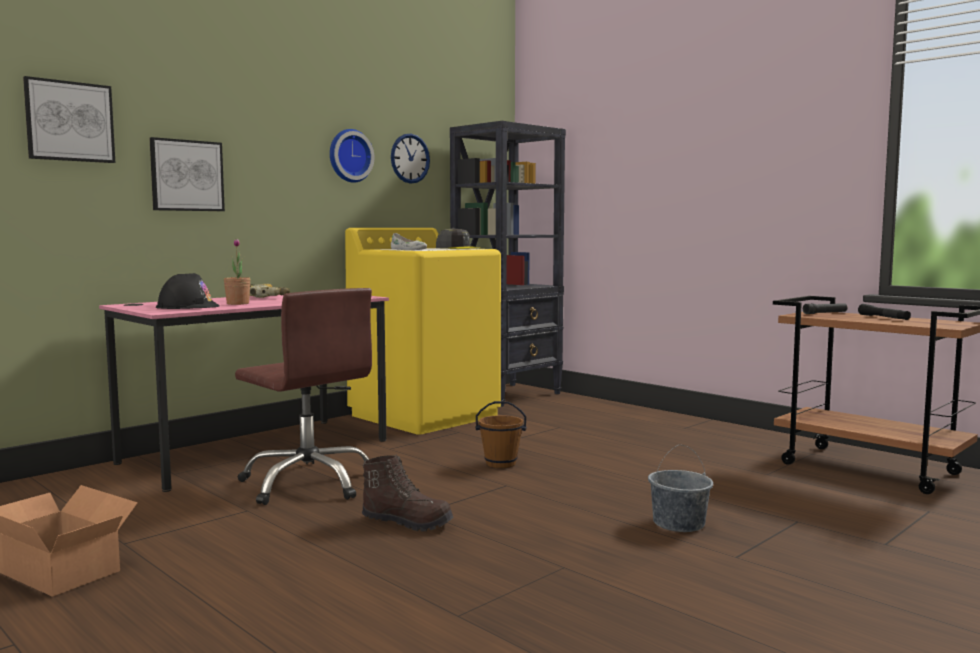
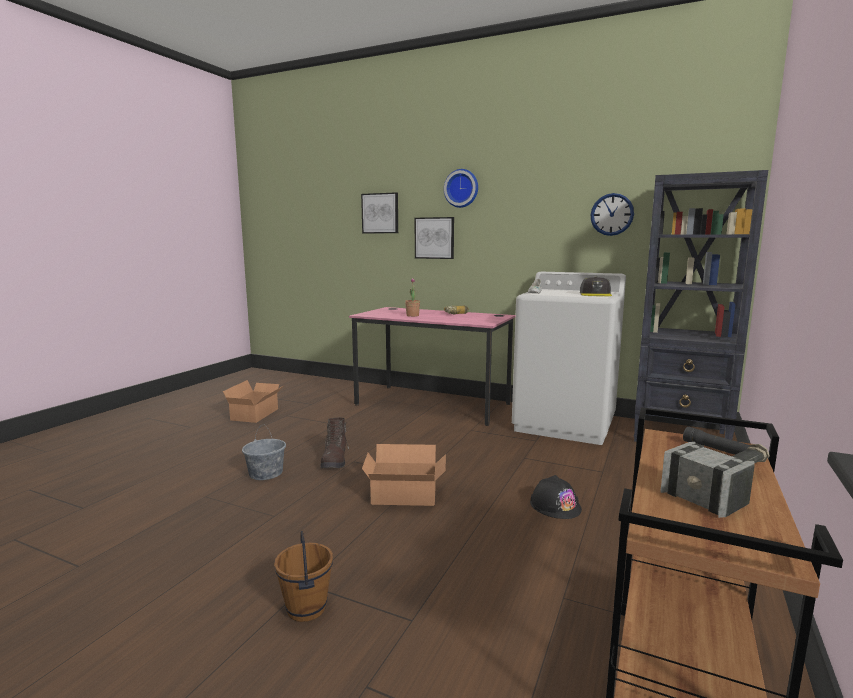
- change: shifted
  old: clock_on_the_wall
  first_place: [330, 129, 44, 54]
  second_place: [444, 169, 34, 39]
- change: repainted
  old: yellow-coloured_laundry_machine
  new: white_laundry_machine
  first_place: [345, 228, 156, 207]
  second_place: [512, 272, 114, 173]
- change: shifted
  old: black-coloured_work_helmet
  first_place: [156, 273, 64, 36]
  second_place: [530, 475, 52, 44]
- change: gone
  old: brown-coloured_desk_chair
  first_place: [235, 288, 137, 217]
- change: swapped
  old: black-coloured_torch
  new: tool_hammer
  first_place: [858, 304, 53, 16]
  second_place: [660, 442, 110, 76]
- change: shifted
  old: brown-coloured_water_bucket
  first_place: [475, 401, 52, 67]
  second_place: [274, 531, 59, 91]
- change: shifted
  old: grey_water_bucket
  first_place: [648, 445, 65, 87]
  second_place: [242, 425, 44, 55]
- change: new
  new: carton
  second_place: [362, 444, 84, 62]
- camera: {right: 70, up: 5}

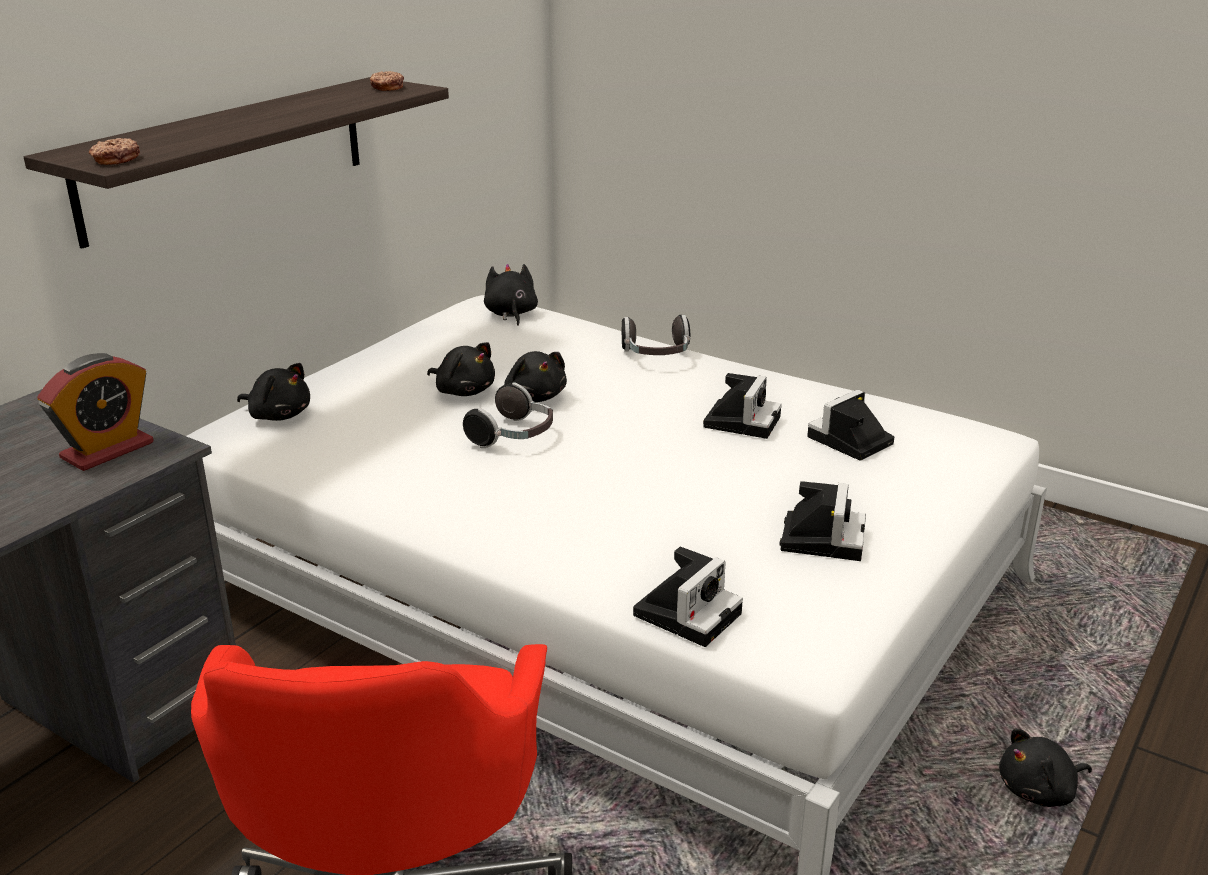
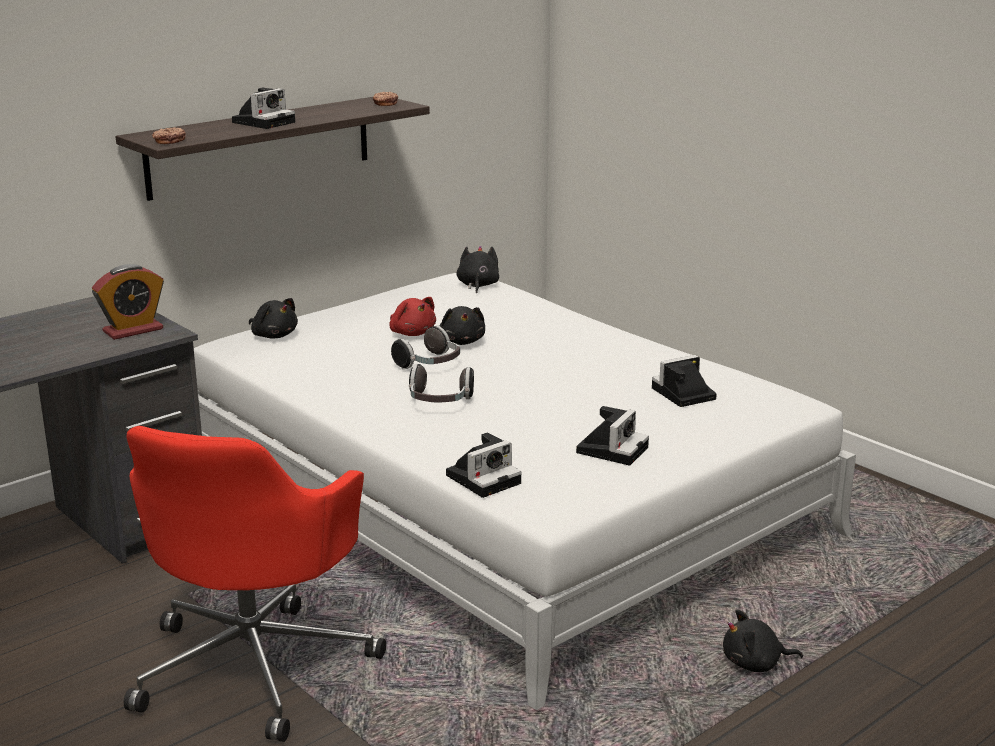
- change: shifted
  old: headphones
  first_place: [622, 315, 68, 40]
  second_place: [409, 364, 65, 38]
- change: repainted
  old: black-coloured_plush_toy
  new: reddish_plush_toy
  first_place: [427, 342, 68, 54]
  second_place: [390, 297, 46, 39]
- change: shifted
  old: photo_camera
  first_place: [703, 373, 79, 66]
  second_place: [232, 88, 63, 41]
- camera: {right: 15, up: -5}

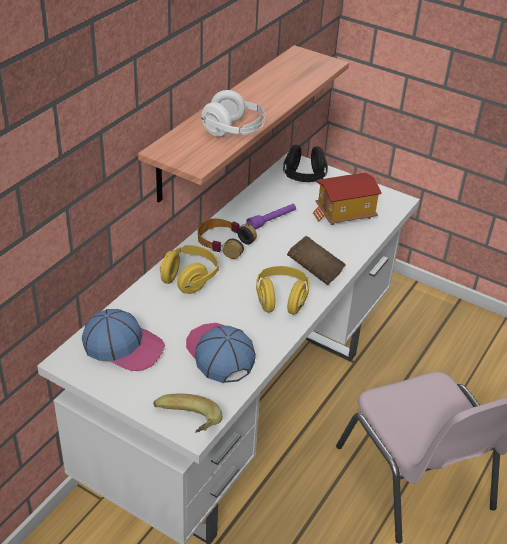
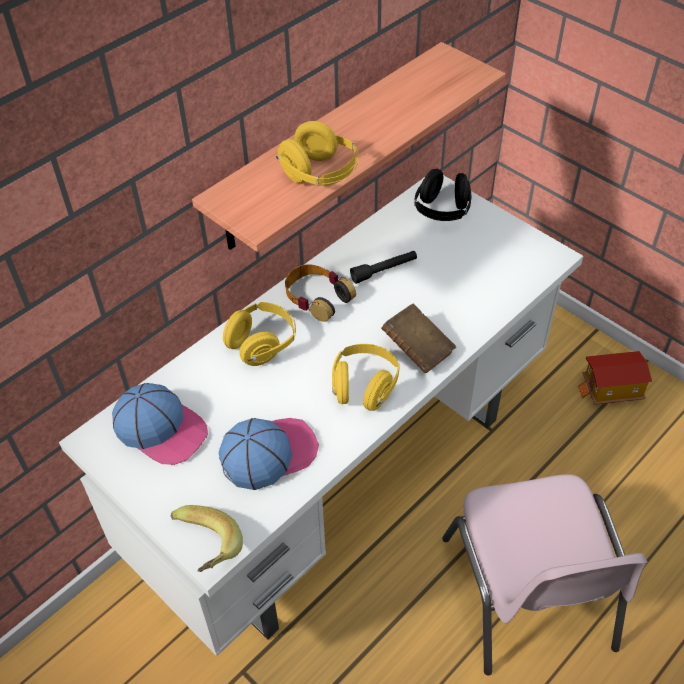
- change: repainted
  old: white_headphones
  new: yellow-coloured_headphones
  first_place: [201, 90, 65, 47]
  second_place: [276, 121, 83, 65]
- change: shifted
  old: toy_house
  first_place: [313, 172, 69, 53]
  second_place: [578, 351, 74, 54]
- change: repainted
  old: purple_torch
  new: black-coloured_torch
  first_place: [246, 204, 50, 26]
  second_place: [350, 251, 67, 33]
- change: rotated
  old: peaked_cap
  first_place: [186, 323, 70, 60]
  second_place: [219, 418, 100, 72]
  degrees: 75
- camera: {right: 15, up: 10}

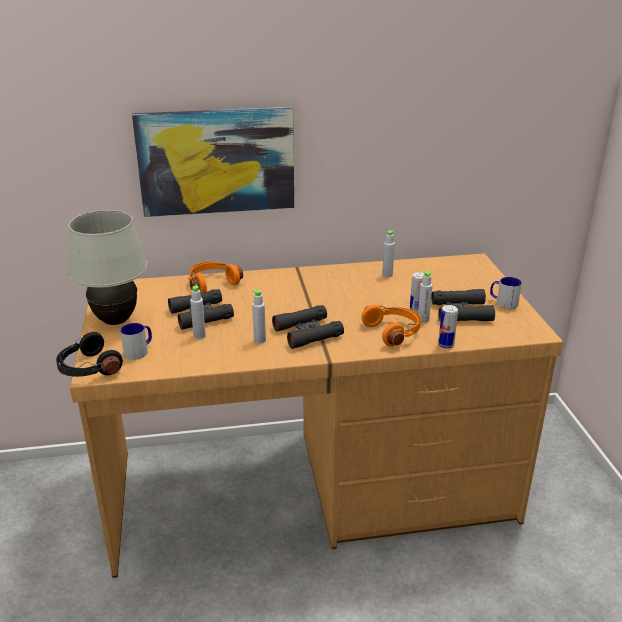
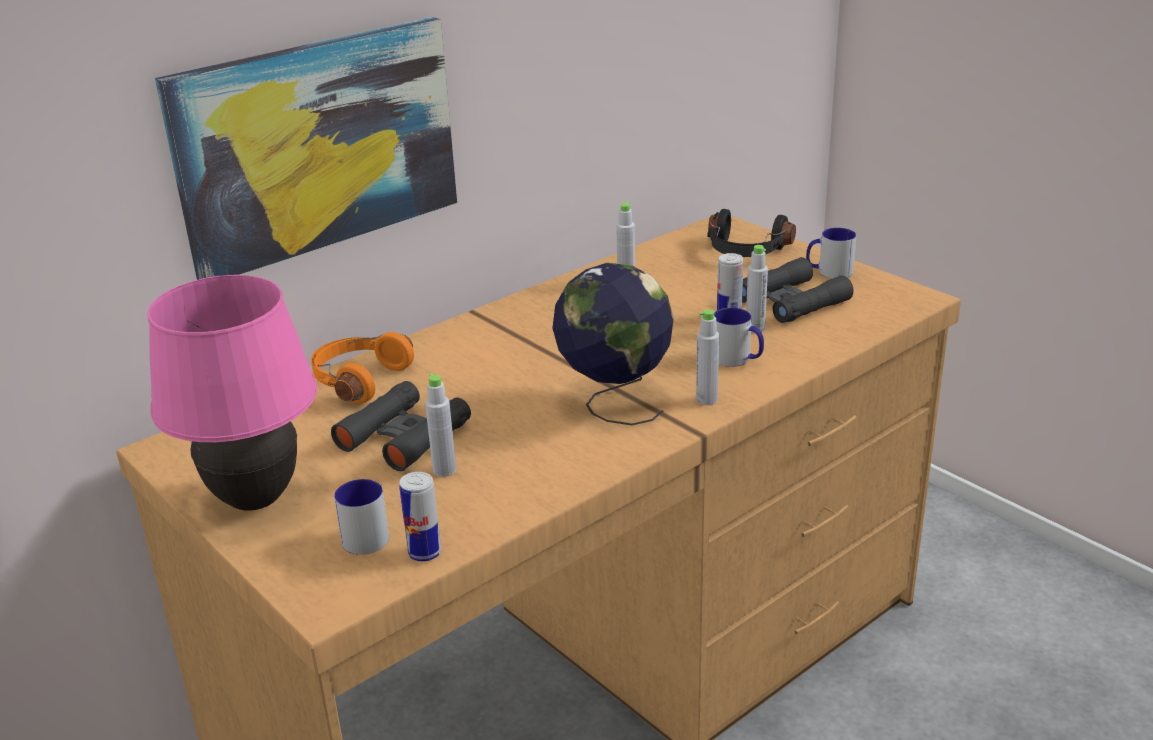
- change: repainted
  old: white_table_lamp
  new: pink-coloured_table_lamp
  first_place: [68, 210, 80, 115]
  second_place: [147, 275, 170, 236]
- change: shifted
  old: grey_drink_bottle
  first_place: [252, 290, 14, 54]
  second_place: [696, 309, 23, 96]
- change: swapped
  old: black-coloured_binoculars
  new: world_globe
  first_place: [272, 305, 72, 44]
  second_place: [552, 263, 122, 162]
- change: swapped
  old: orange_headphones
  new: coffee_mug
  first_place: [362, 305, 59, 41]
  second_place: [714, 308, 50, 59]
- change: shifted
  old: sealed_can
  first_place: [438, 305, 20, 43]
  second_place: [399, 472, 42, 90]
- change: shifted
  old: black-coloured_headphones
  first_place: [56, 332, 67, 45]
  second_place: [707, 209, 89, 48]
- camera: {right: -30, up: 0}

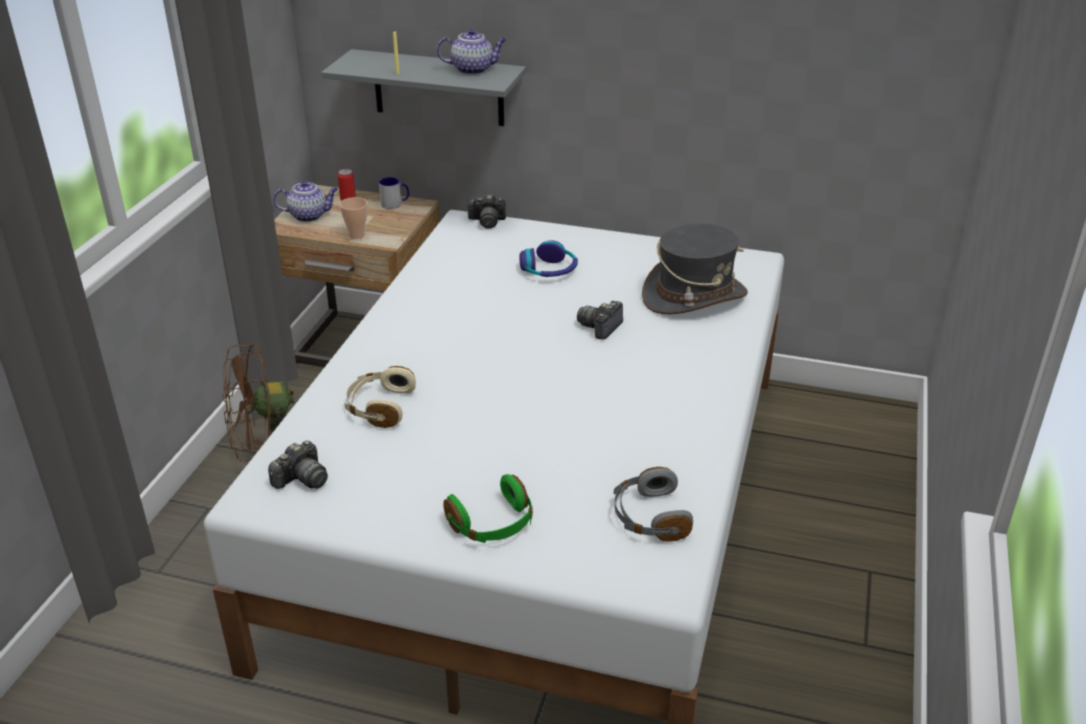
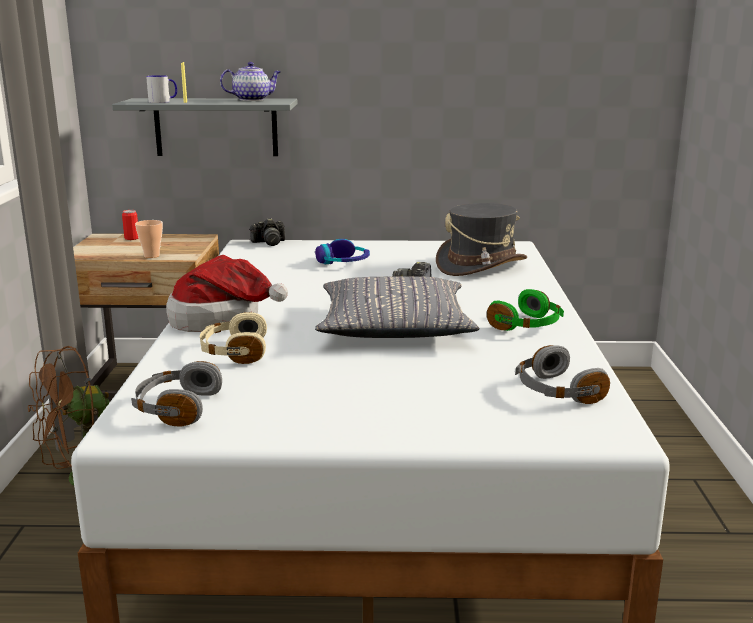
- change: shifted
  old: coffee_mug
  first_place: [379, 177, 30, 32]
  second_place: [146, 75, 31, 28]
- change: gone
  old: tea_pot
  first_place: [273, 181, 65, 41]
- change: swapped
  old: photo_camera
  new: grey_headphones
  first_place: [268, 440, 60, 49]
  second_place: [131, 361, 91, 66]
- change: shifted
  old: greenish_headphones
  first_place: [443, 474, 90, 69]
  second_place: [487, 289, 77, 42]
- change: new
  new: wearable_hat
  second_place: [166, 255, 122, 77]
- change: new
  new: grey_throw_pillow
  second_place: [315, 276, 164, 62]
- camera: {right: -15, up: -15}

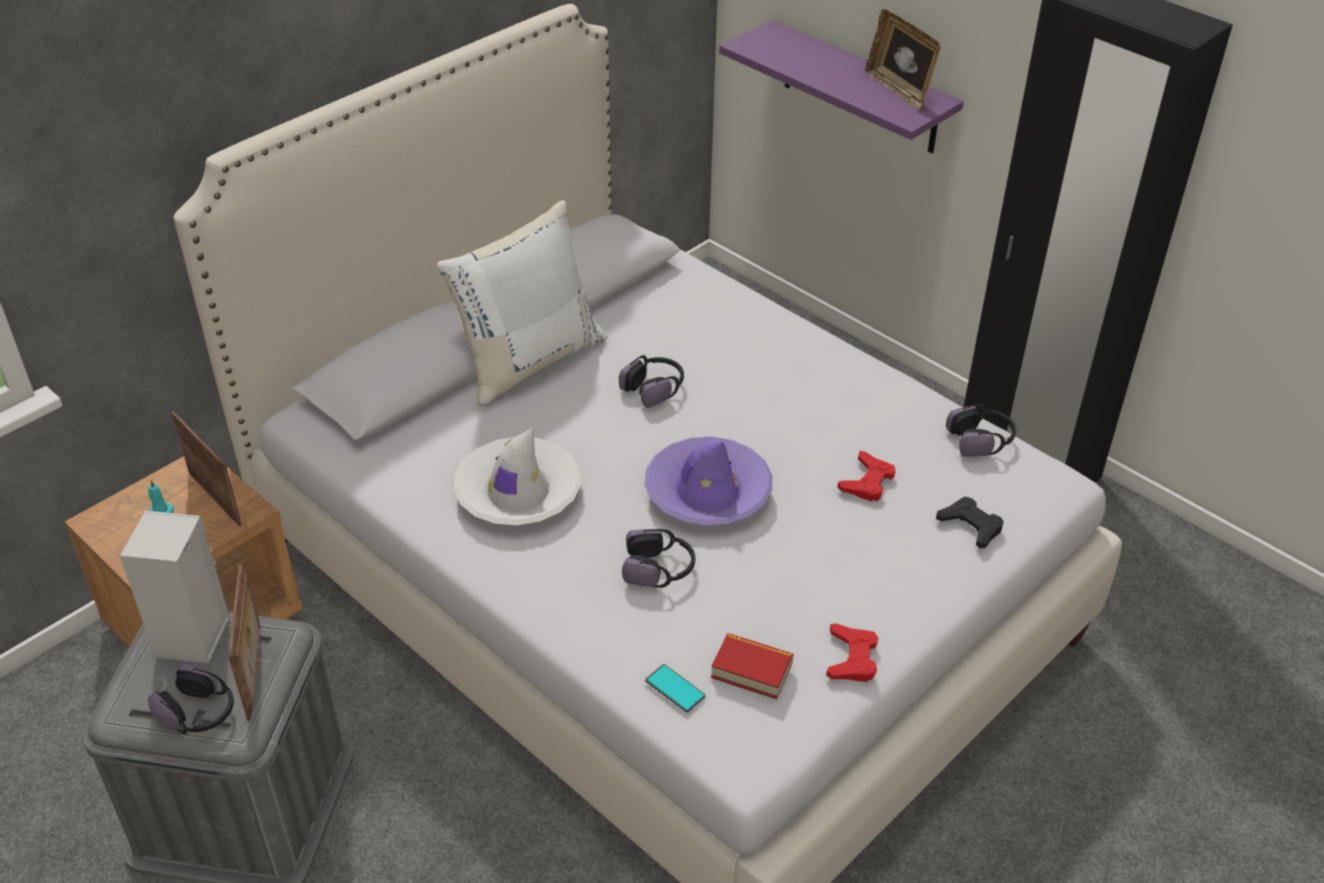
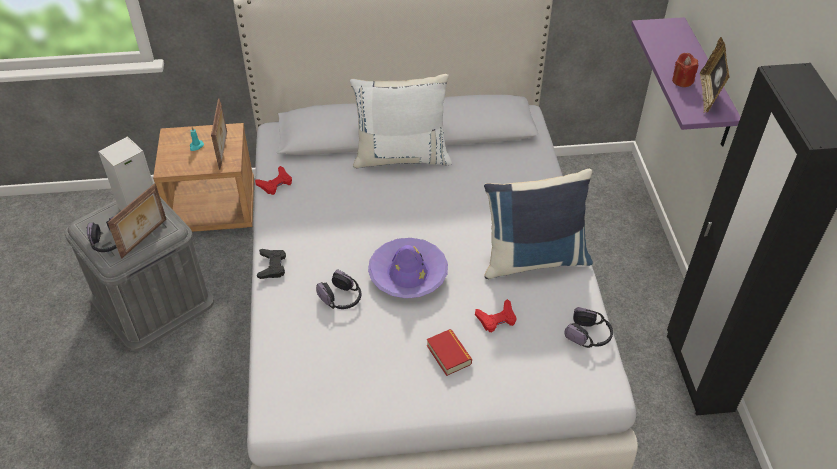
- change: gone
  old: headphones
  first_place: [619, 355, 65, 53]
- change: gone
  old: white_wearable_hat
  first_place: [453, 428, 128, 97]
- change: shifted
  old: black-coloured_game_controller
  first_place: [936, 497, 68, 51]
  second_place: [257, 249, 29, 30]
- change: shifted
  old: reddish_game_controller
  first_place: [826, 624, 52, 58]
  second_place: [255, 166, 37, 29]
- change: shifted
  old: book
  first_place: [711, 633, 83, 66]
  second_place: [427, 329, 45, 47]
- change: gone
  old: phone
  first_place: [645, 664, 61, 49]
- change: new
  new: reddish_wax_candle
  second_place: [672, 53, 26, 34]
- change: new
  new: blue_throw_pillow
  second_place: [484, 169, 109, 110]
- camera: {right: 40, up: 5}

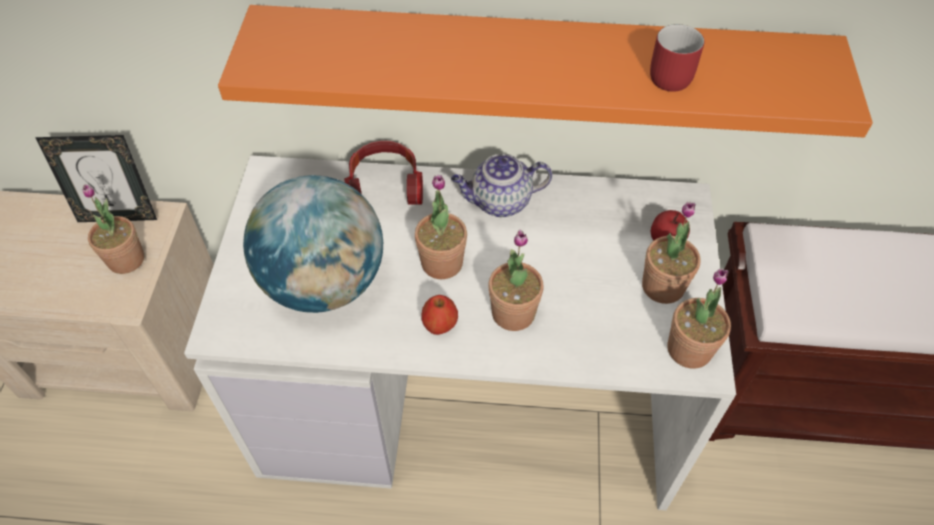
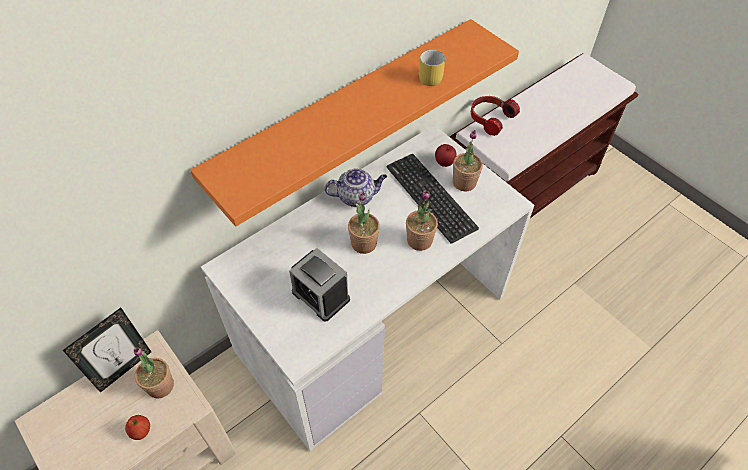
- change: repainted
  old: reddish_coffee_mug
  new: yellow-coloured_coffee_mug
  first_place: [650, 24, 54, 68]
  second_place: [419, 50, 26, 36]
- change: shifted
  old: headphones
  first_place: [344, 141, 79, 64]
  second_place: [471, 96, 49, 40]
- change: rotated
  old: tea_pot
  first_place: [451, 153, 101, 64]
  second_place: [325, 169, 62, 38]
  degrees: -135
- change: swapped
  old: world_globe
  new: bedside_clock
  first_place: [243, 175, 140, 138]
  second_place: [289, 248, 61, 74]
- change: gone
  old: plant_in_a_pot
  first_place: [667, 269, 64, 100]
- change: shifted
  old: apple_fruit
  first_place: [422, 295, 36, 40]
  second_place: [125, 415, 25, 25]
- change: new
  new: computer_keyboard
  second_place: [386, 154, 93, 89]
- camera: {right: -45, up: 0}

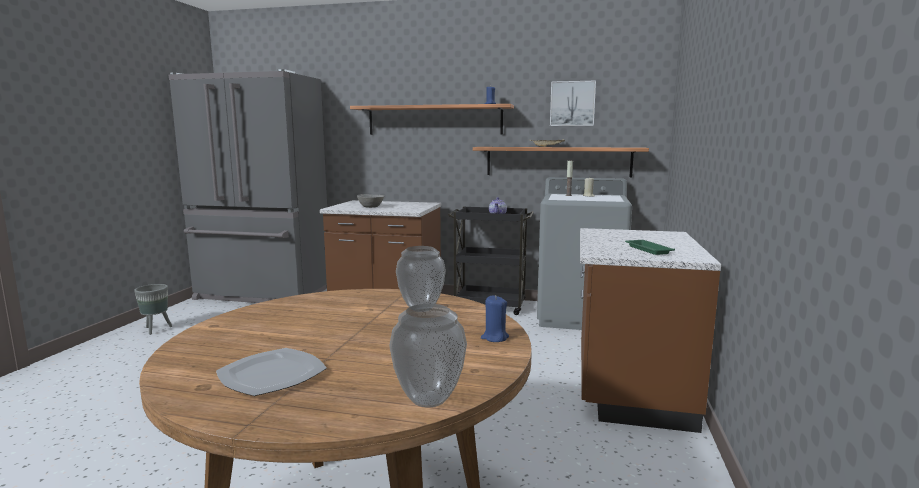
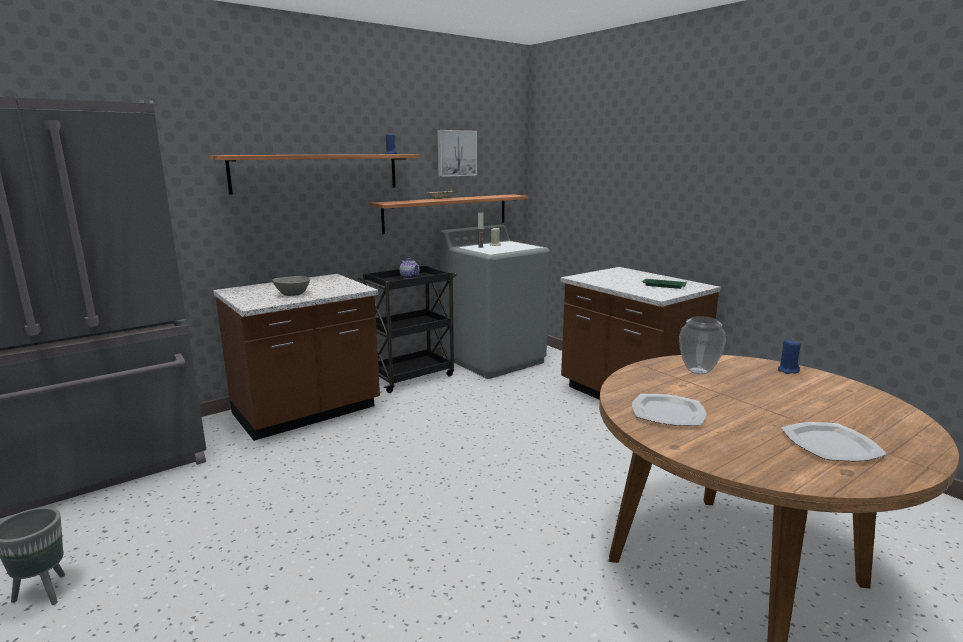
- change: gone
  old: vase
  first_place: [389, 304, 78, 104]
- change: new
  new: plate
  second_place: [632, 394, 74, 32]
- camera: {right: -50, up: 5}

